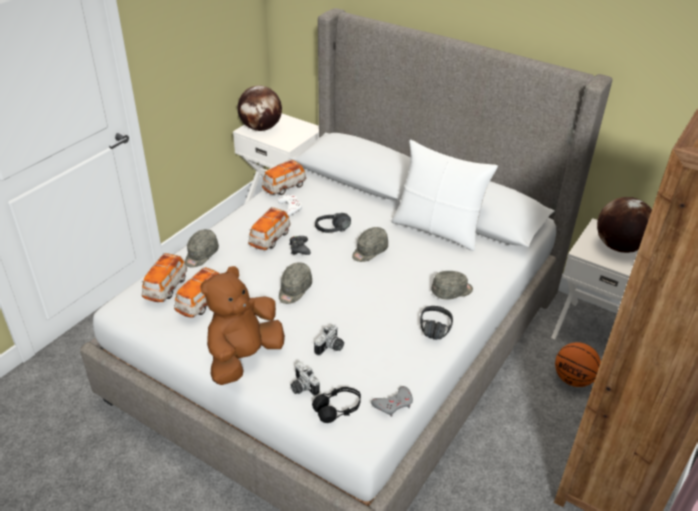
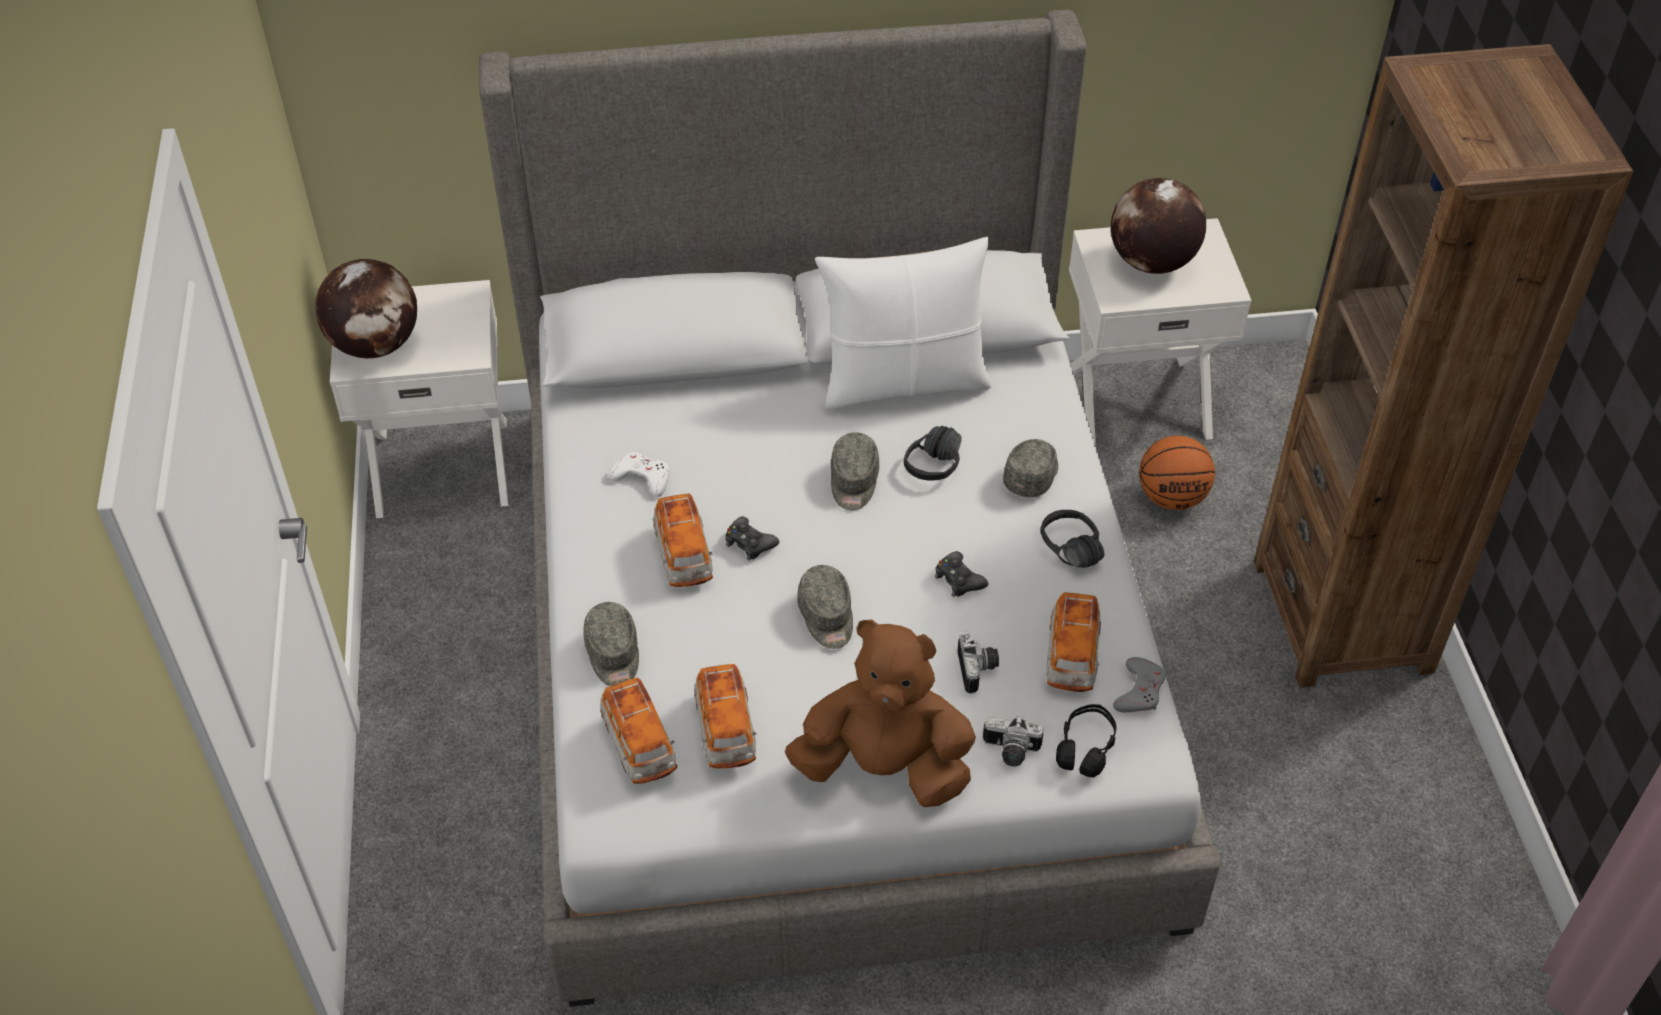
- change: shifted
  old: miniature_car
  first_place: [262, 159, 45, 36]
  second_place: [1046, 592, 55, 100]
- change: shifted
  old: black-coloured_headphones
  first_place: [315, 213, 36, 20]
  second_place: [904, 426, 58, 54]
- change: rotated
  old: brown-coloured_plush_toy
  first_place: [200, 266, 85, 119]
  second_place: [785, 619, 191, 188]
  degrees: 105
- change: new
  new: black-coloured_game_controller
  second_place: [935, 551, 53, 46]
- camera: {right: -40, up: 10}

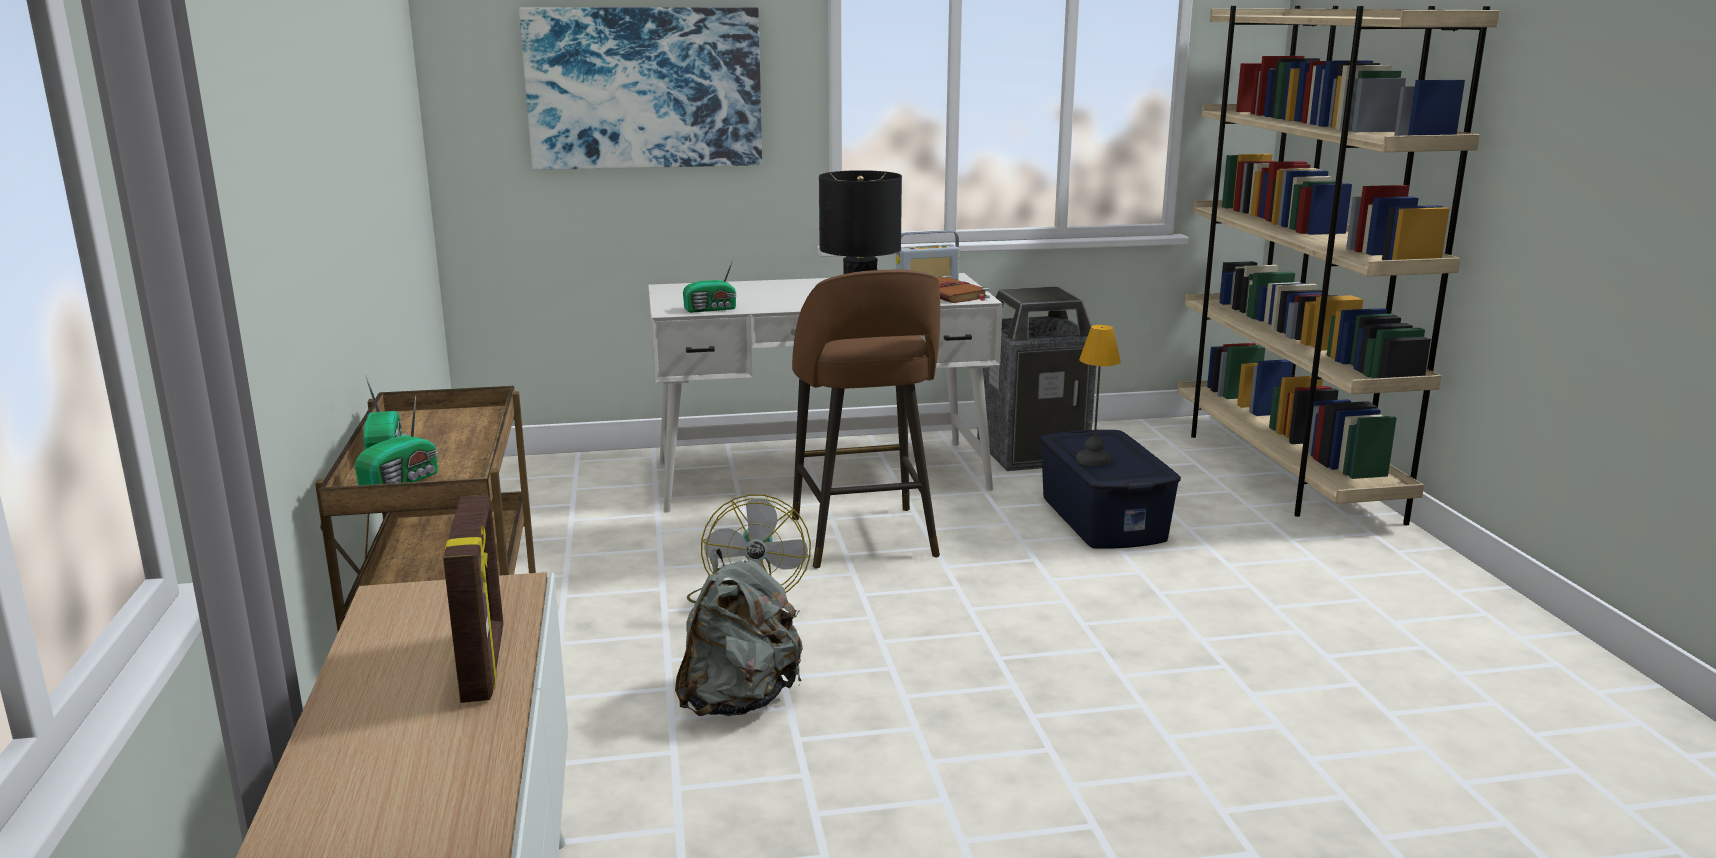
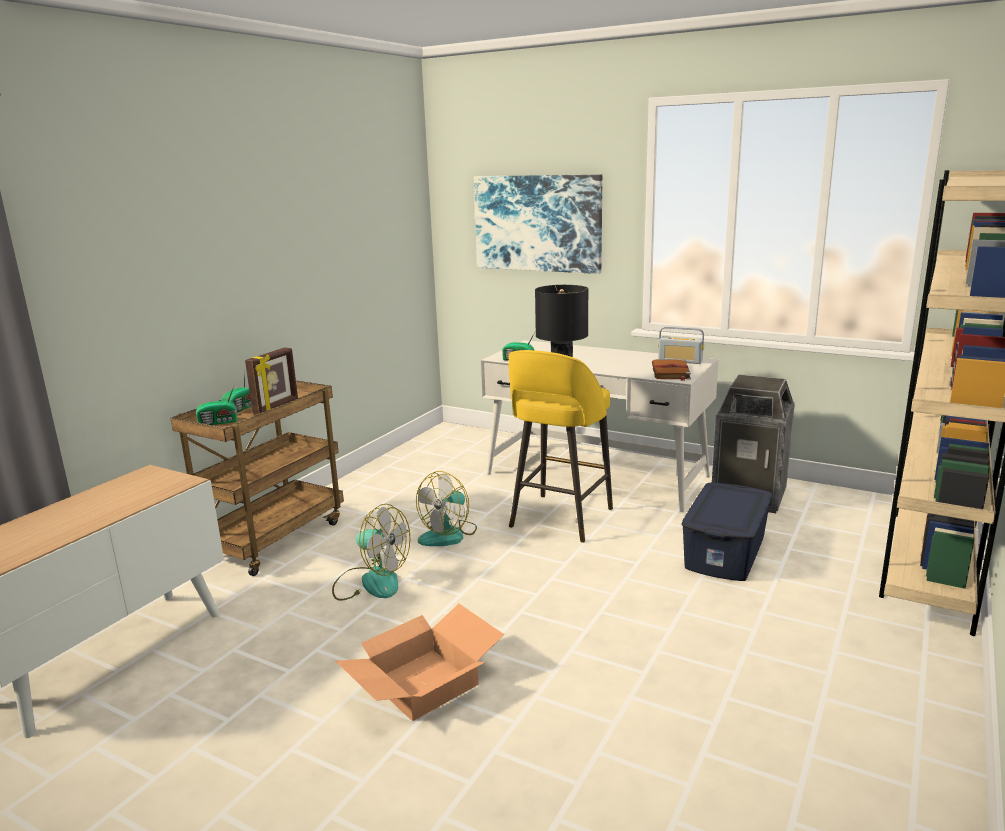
- change: repainted
  old: brown-coloured_stool_seat
  new: yellow-coloured_stool_seat
  first_place: [792, 270, 148, 299]
  second_place: [509, 350, 104, 193]
- change: gone
  old: table_lamp
  first_place: [1076, 325, 45, 141]
- change: shifted
  old: standing_frame
  first_place: [443, 495, 60, 208]
  second_place: [245, 348, 53, 66]
- change: swapped
  old: grey_rucksack
  new: fan
  first_place: [675, 548, 128, 168]
  second_place: [332, 504, 78, 97]
- change: new
  new: carton
  second_place: [336, 604, 168, 117]
- camera: {right: 40, up: 0}

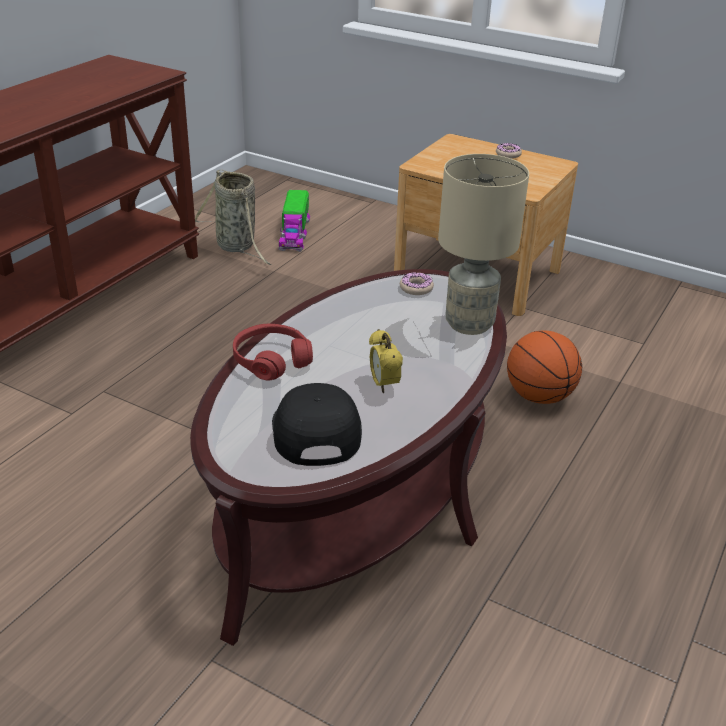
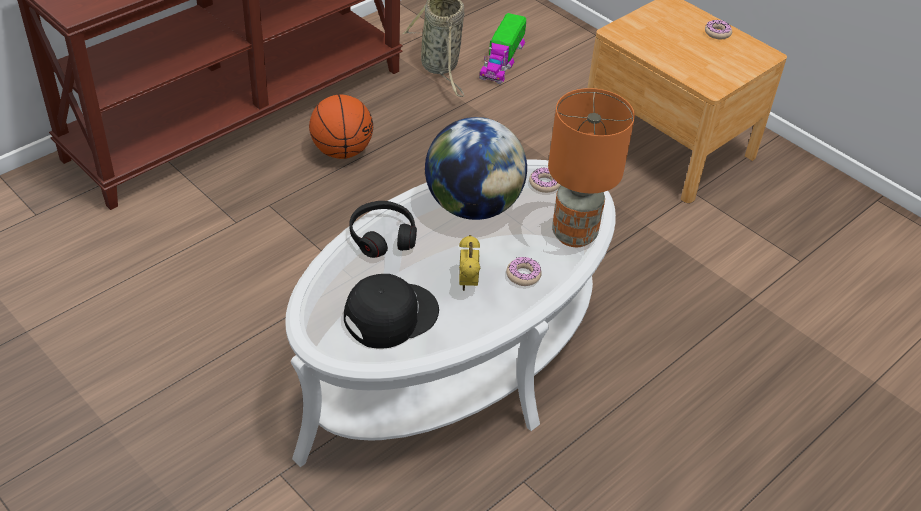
- change: repainted
  old: sand-coloured_table_lamp
  new: orange_table_lamp
  first_place: [438, 154, 91, 181]
  second_place: [548, 88, 87, 159]
- change: repainted
  old: brown-coloured_low_table
  new: white_low_table
  first_place: [190, 269, 317, 377]
  second_place: [285, 159, 331, 308]
- change: repainted
  old: reddish_headphones
  new: black-coloured_headphones
  first_place: [233, 324, 80, 56]
  second_place: [349, 201, 68, 57]
- change: shifted
  old: ball_for_basketball
  first_place: [507, 331, 75, 73]
  second_place: [309, 94, 64, 65]
- change: rotated
  old: black-coloured_peaked_cap
  first_place: [272, 383, 90, 83]
  second_place: [344, 274, 95, 75]
  degrees: 45
- change: new
  new: world_globe
  second_place: [425, 117, 102, 103]
- change: new
  new: donut
  second_place: [506, 257, 36, 29]
- camera: {right: 15, up: 10}

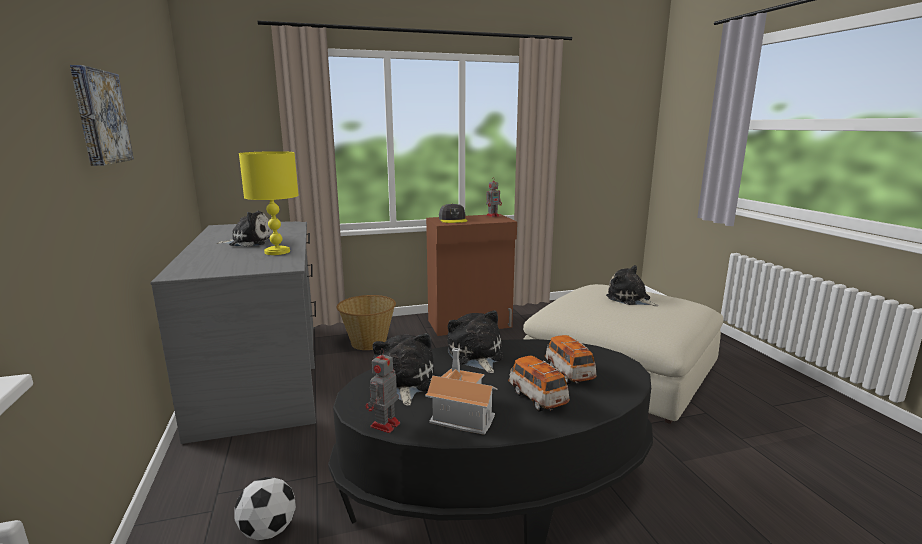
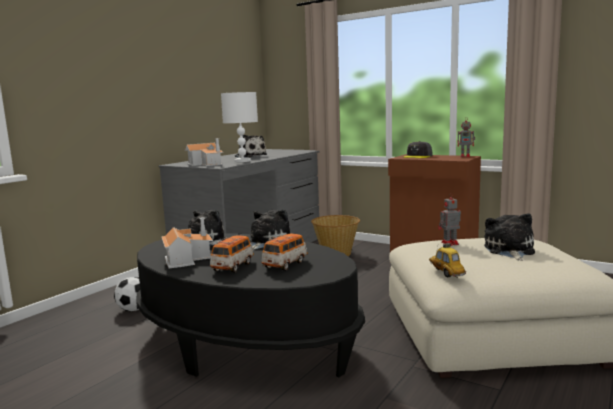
- change: gone
  old: picture
  first_place: [70, 65, 64, 101]
- change: repainted
  old: yellow-coloured_table_lamp
  new: white_table_lamp
  first_place: [239, 151, 60, 104]
  second_place: [221, 92, 37, 70]
- change: shifted
  old: toy_robot
  first_place: [366, 348, 34, 85]
  second_place: [438, 193, 23, 53]
- change: new
  new: toy_house
  second_place: [184, 138, 40, 28]
- change: new
  new: miniature_car
  second_place: [429, 243, 37, 35]
- camera: {right: 50, up: -5}

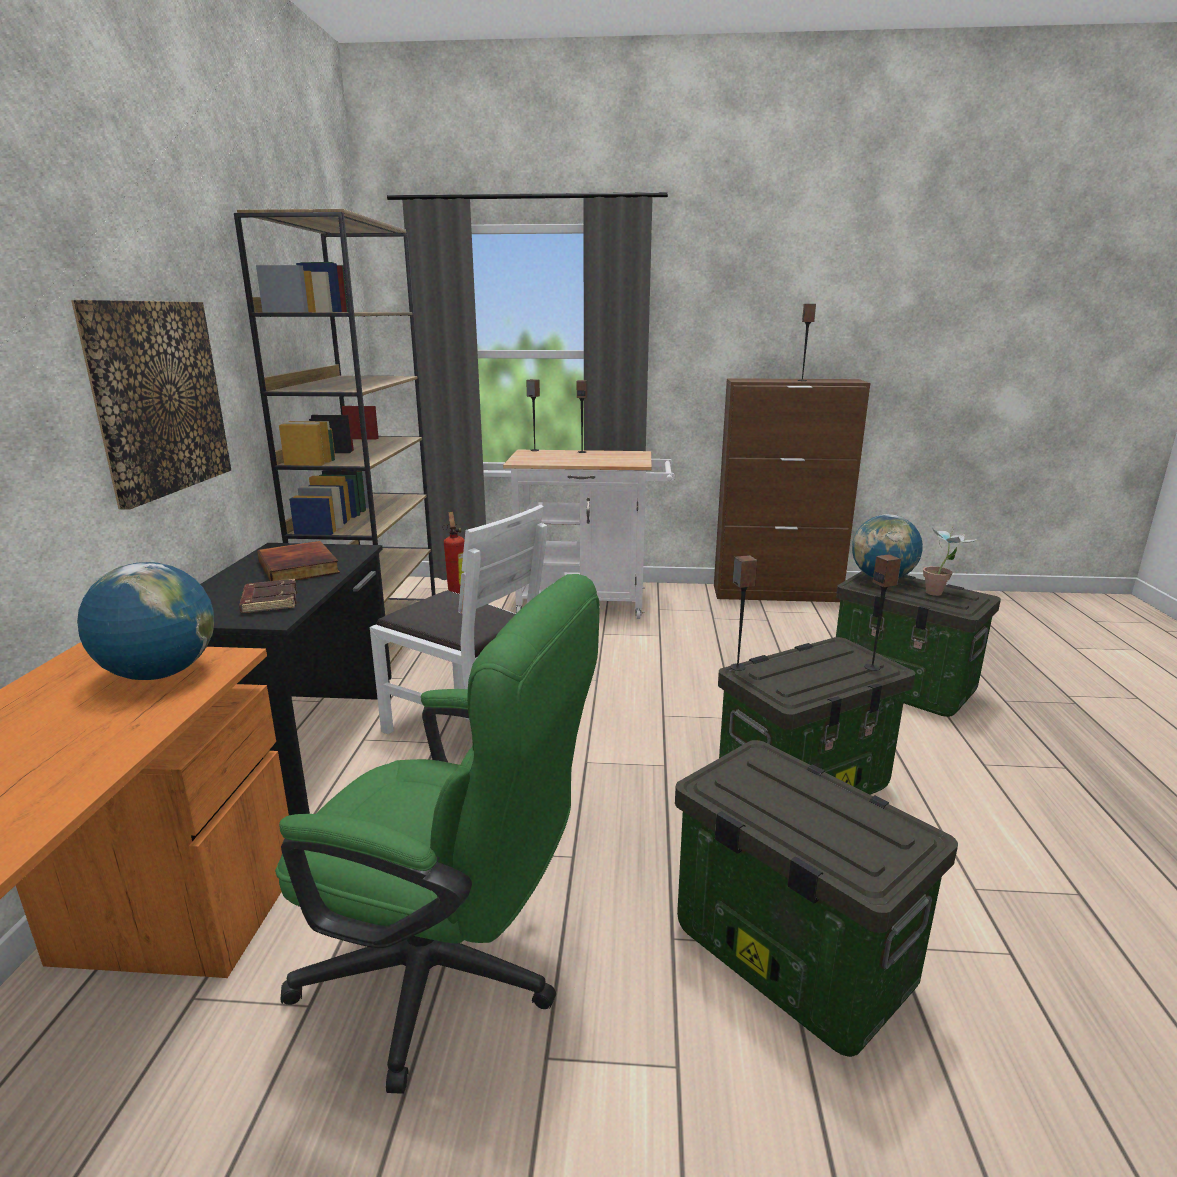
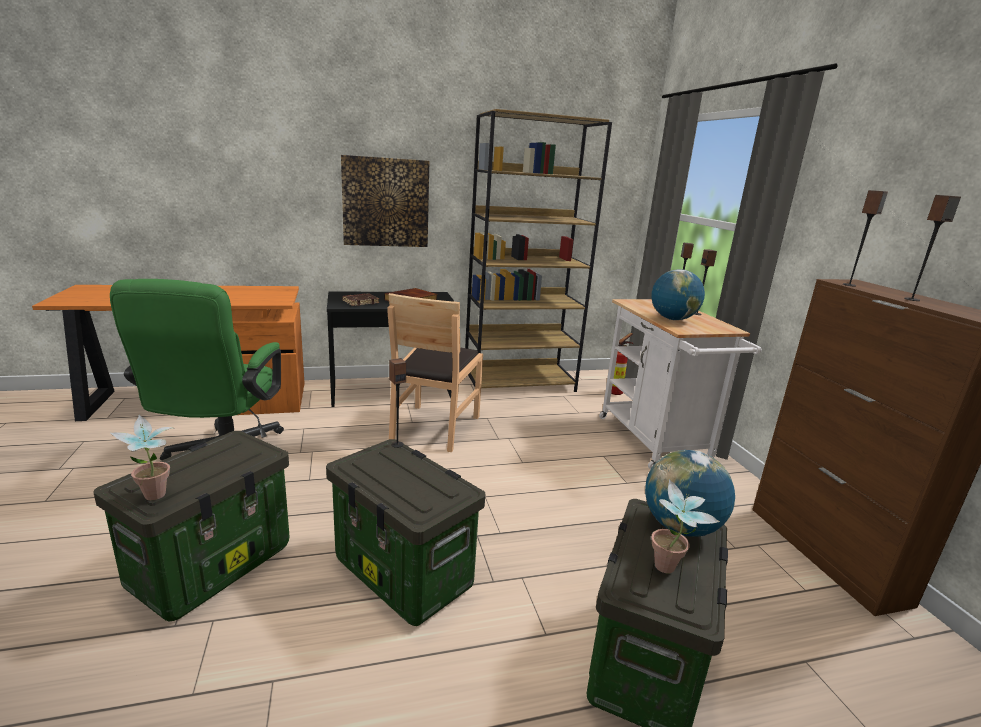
- change: repainted
  old: white_plain_chair
  new: brown-coloured_plain_chair
  first_place: [370, 505, 177, 229]
  second_place: [388, 293, 95, 159]
- change: shifted
  old: loudspeaker
  first_place: [864, 554, 37, 117]
  second_place: [843, 190, 45, 97]
- change: shifted
  old: world_globe
  first_place: [77, 562, 137, 118]
  second_place: [651, 269, 54, 51]
- change: new
  new: plant_in_a_pot
  second_place: [110, 415, 63, 85]
- camera: {right: 70, up: 0}

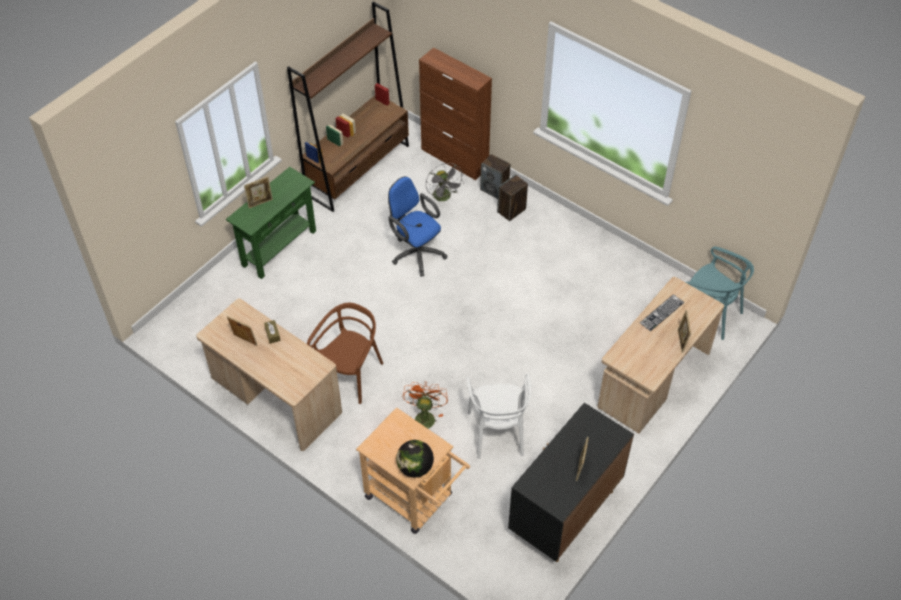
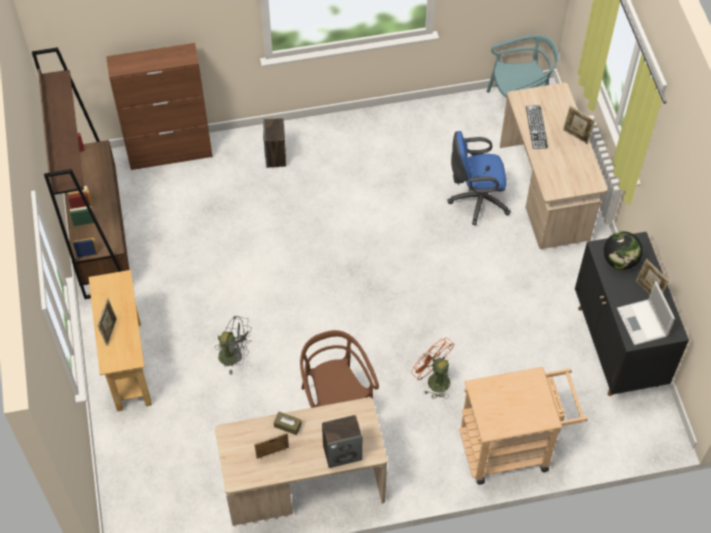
- change: shifted
  old: loudspeaker
  first_place: [480, 154, 30, 45]
  second_place: [322, 415, 40, 53]
- change: shifted
  old: grey_fan
  first_place: [426, 163, 38, 38]
  second_place: [214, 316, 38, 59]
- change: repainted
  old: greenish_narrow_table
  new: sand-coloured_narrow_table
  first_place: [226, 167, 90, 112]
  second_place: [89, 270, 63, 142]
- change: shifted
  old: blue_desk_chair
  first_place: [388, 176, 60, 100]
  second_place: [448, 131, 63, 94]
- change: gone
  old: white_plain_chair
  first_place: [467, 374, 64, 85]
- change: shifted
  old: world_globe
  first_place: [396, 440, 38, 37]
  second_place: [604, 231, 39, 39]
- change: new
  new: portable_computer
  second_place: [617, 281, 58, 64]
- camera: {right: -50, up: 5}

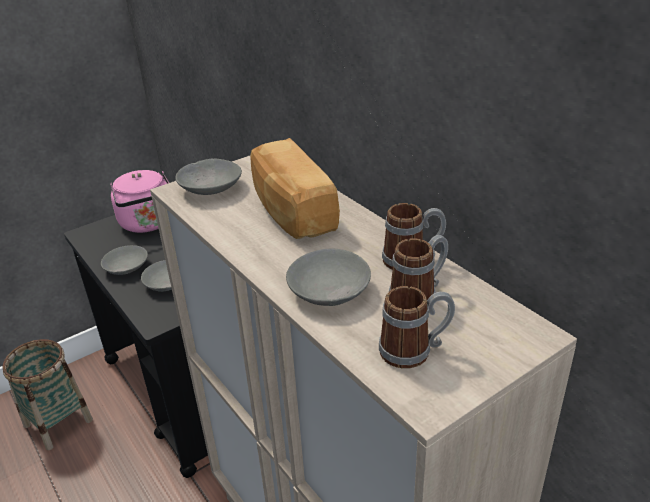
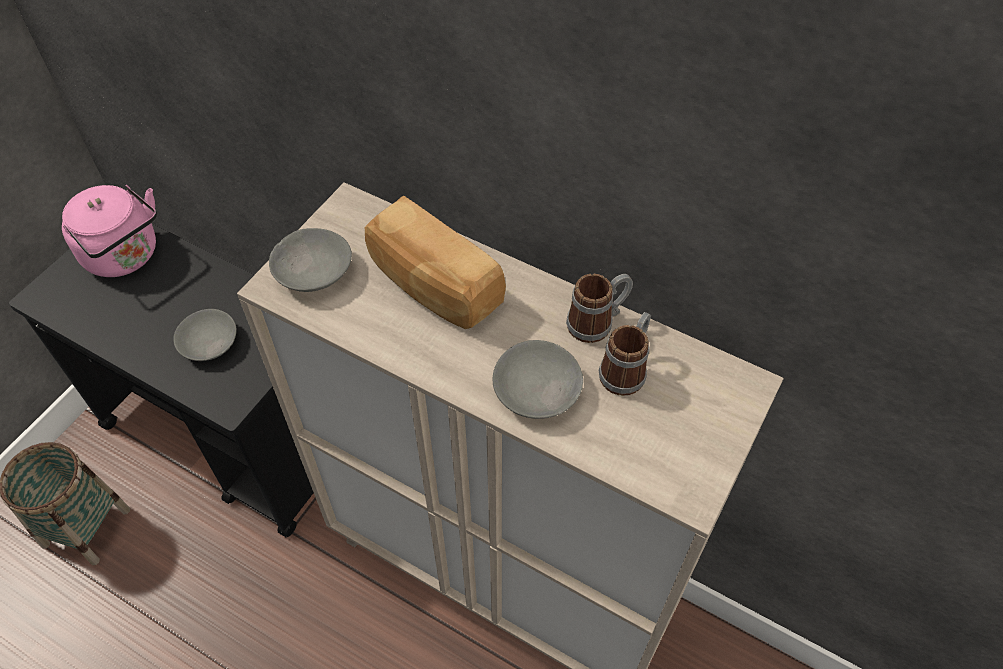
- change: gone
  old: grey_bowl
  first_place: [101, 245, 47, 30]
- change: gone
  old: coffee_mug
  first_place: [379, 286, 76, 83]
- camera: {right: -25, up: 20}

